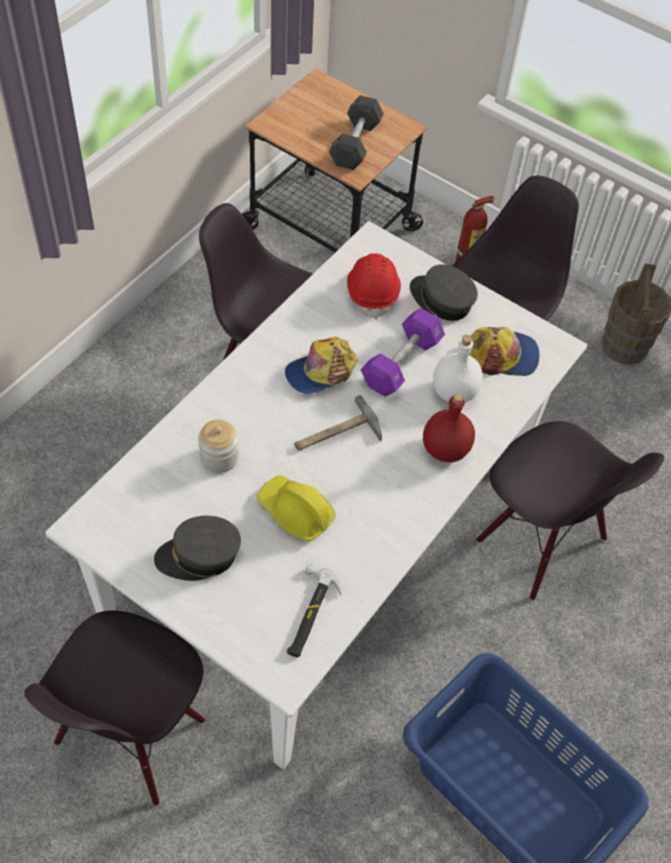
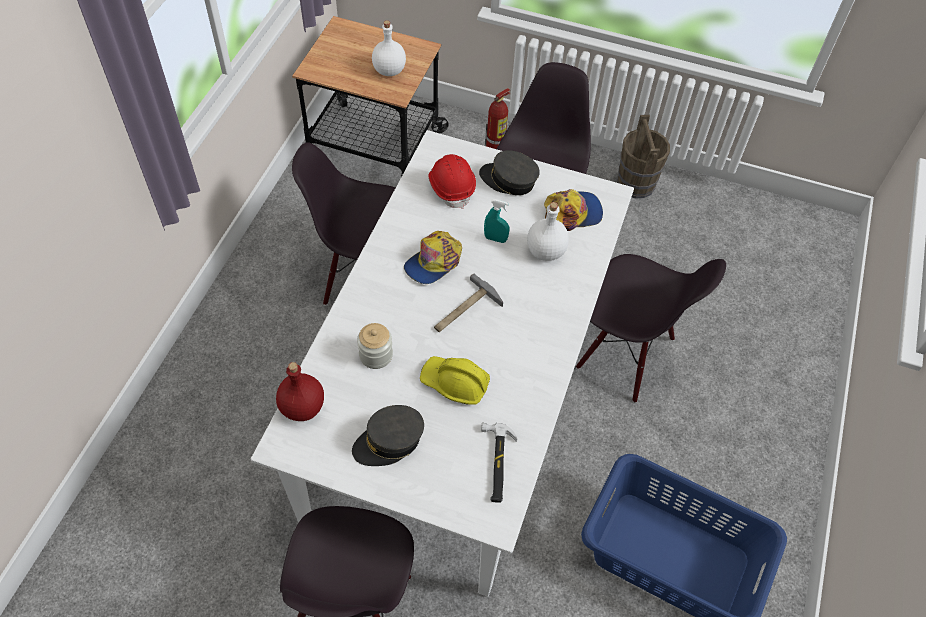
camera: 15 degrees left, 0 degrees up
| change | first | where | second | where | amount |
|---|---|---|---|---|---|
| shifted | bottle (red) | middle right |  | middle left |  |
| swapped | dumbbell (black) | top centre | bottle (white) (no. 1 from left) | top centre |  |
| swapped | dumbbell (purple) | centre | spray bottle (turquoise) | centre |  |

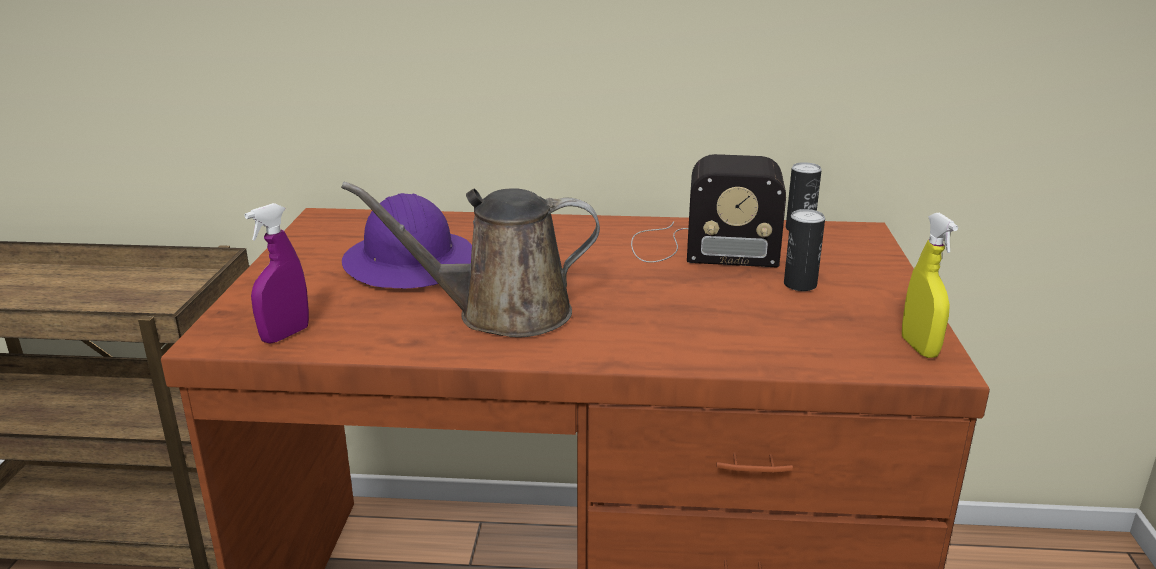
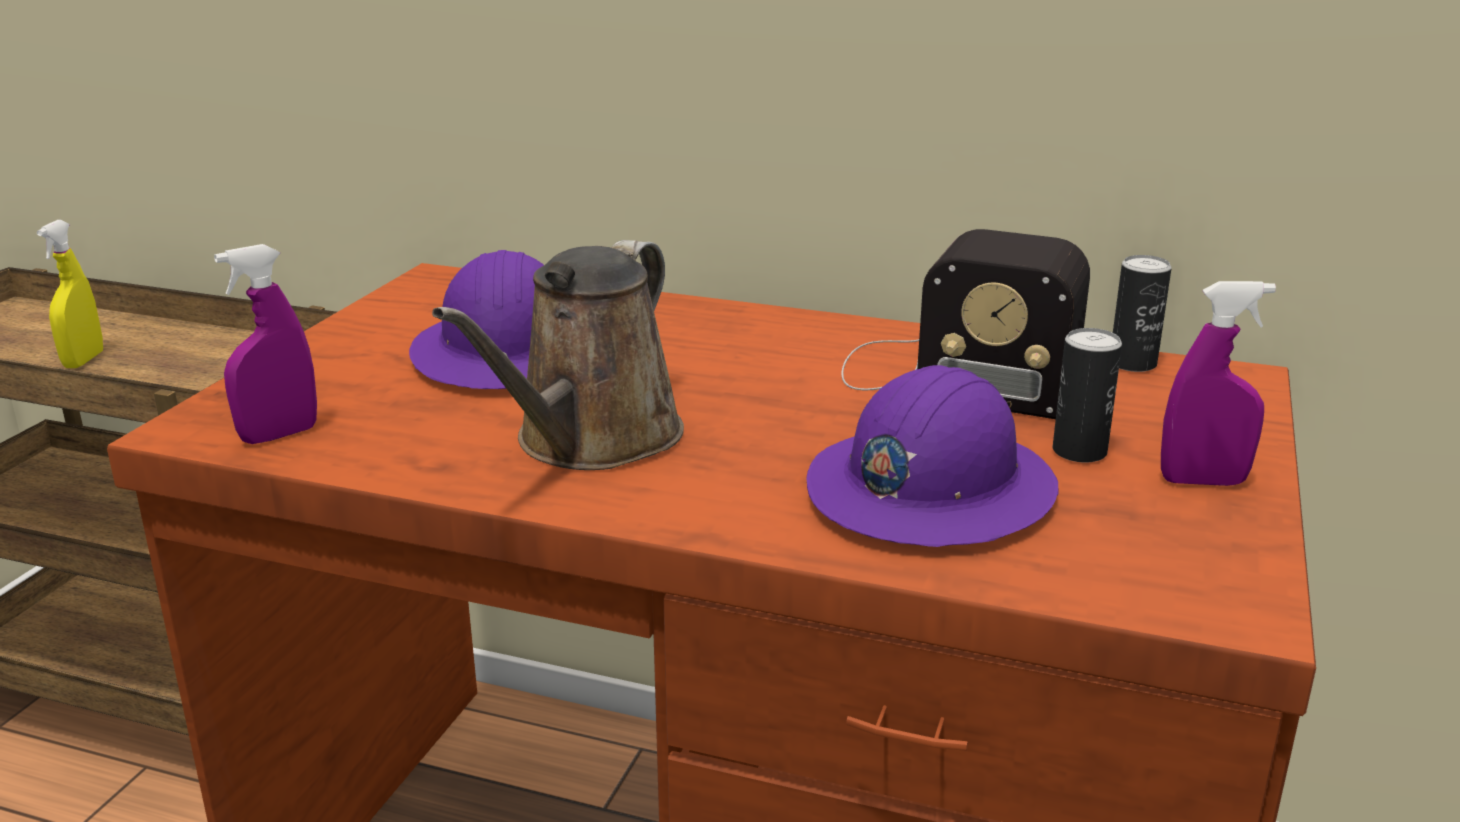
camera: 15 degrees right, 0 degrees up
| change | first | where | second | where | amount |
|---|---|---|---|---|---|
| shifted | spray bottle (yellow) | middle right |  | middle left |  |
| rotated | watering can (brown) | centre |  | centre | 75 degrees counterclockwise |
| new |  |  | hard hat (purple) (no. 2 from left) | centre |  |
| new |  |  | spray bottle (purple) (no. 2 from left) | middle right |  |

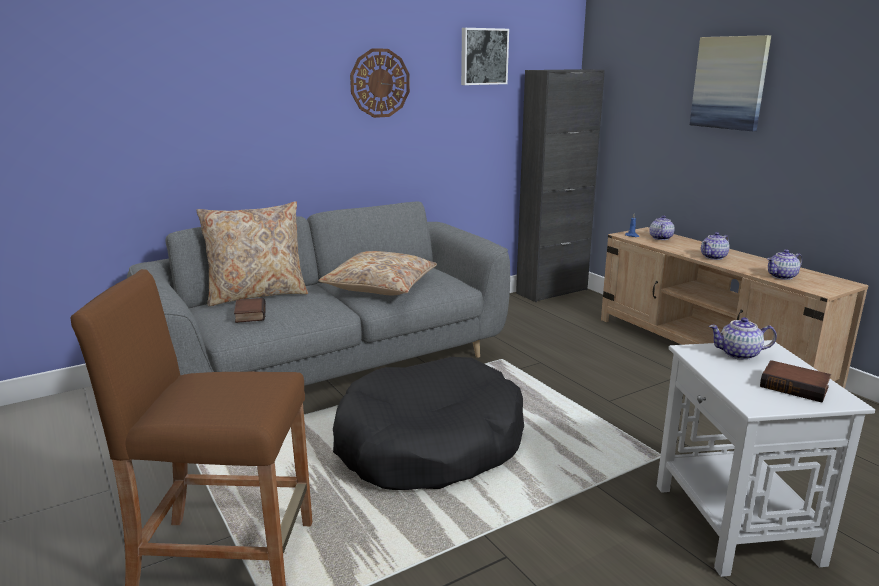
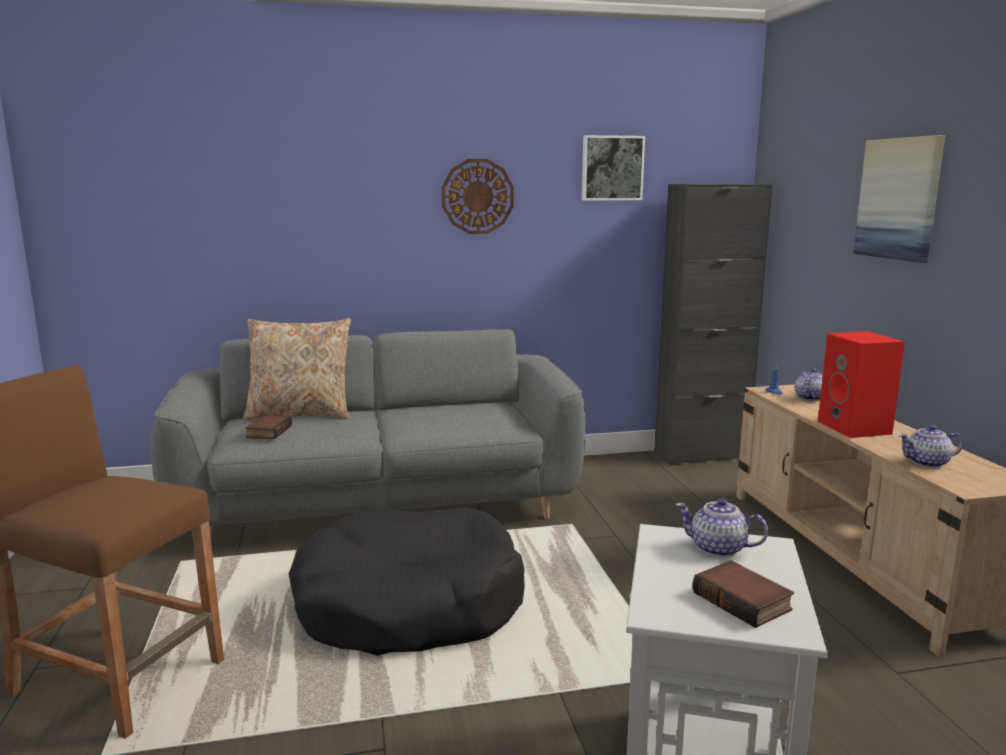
camera: 20 degrees right, 5 degrees down
| change | first | where | second | where | amount |
|---|---|---|---|---|---|
| swapped | teapot (no. 2 from left) | middle right | speaker (red) | middle right |  |
| gone | pillow (beige) (no. 2 from left) | centre |  |  |  |

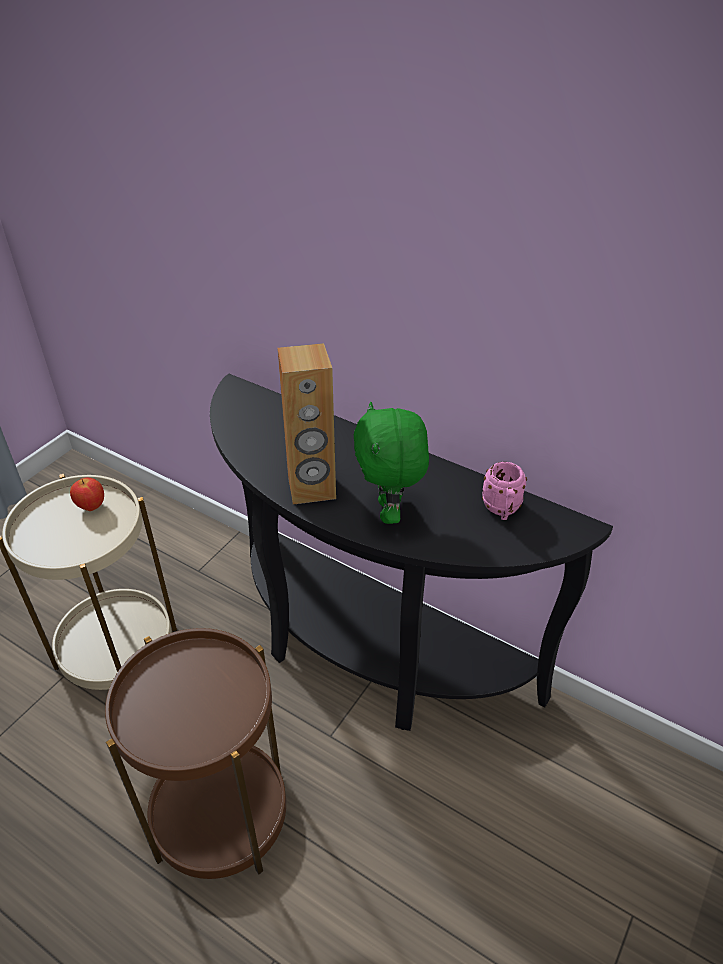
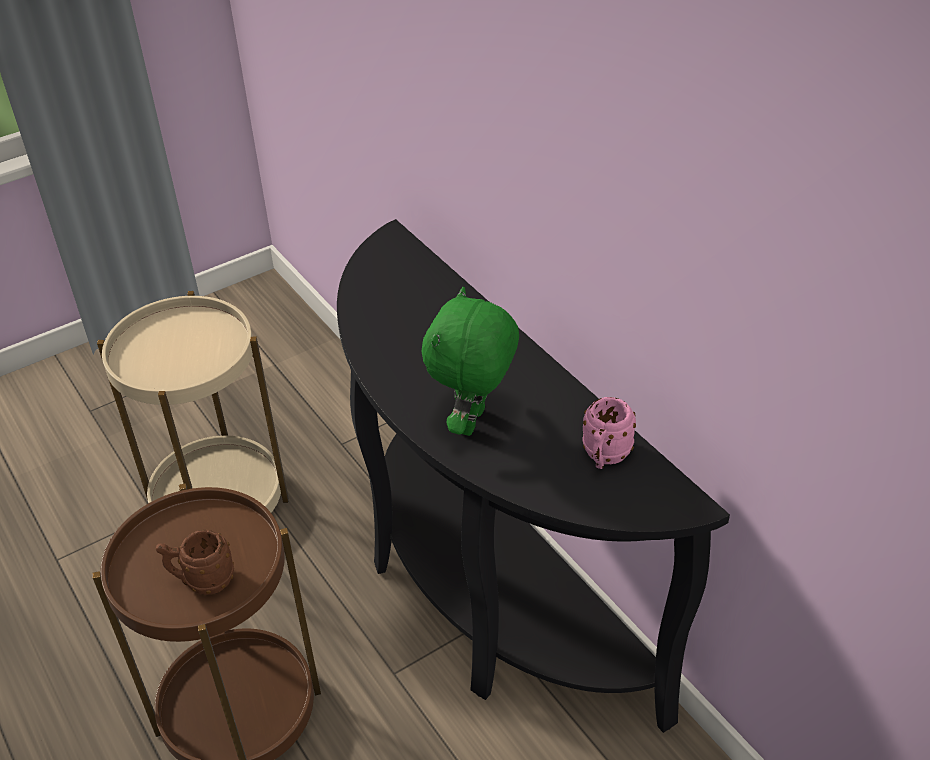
camera: 25 degrees right, 0 degrees up
| change | first | where | second | where | amount |
|---|---|---|---|---|---|
| new |  |  | mug (brown) | bottom left |  |
| gone | apple | middle left |  |  |  |
| gone | speaker (brown) | centre |  |  |  |

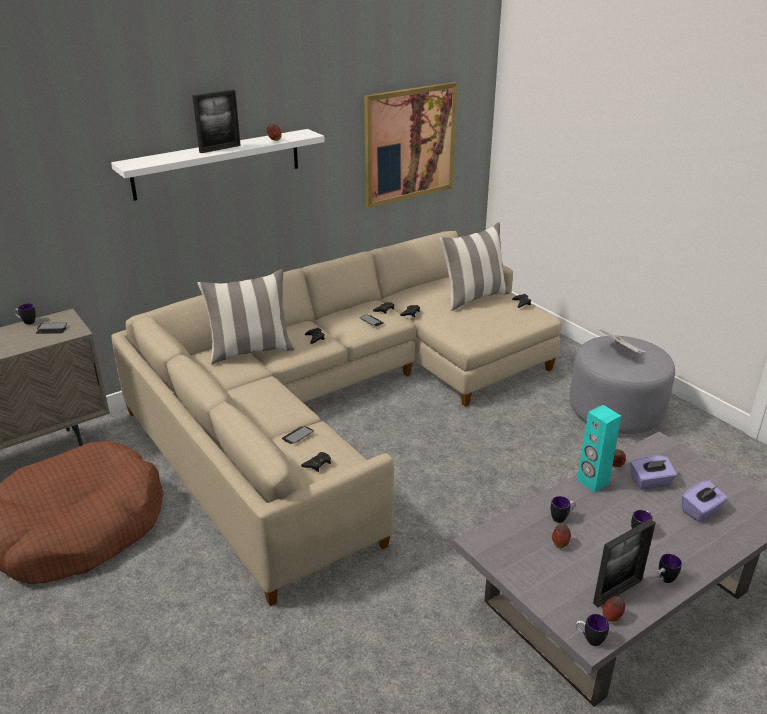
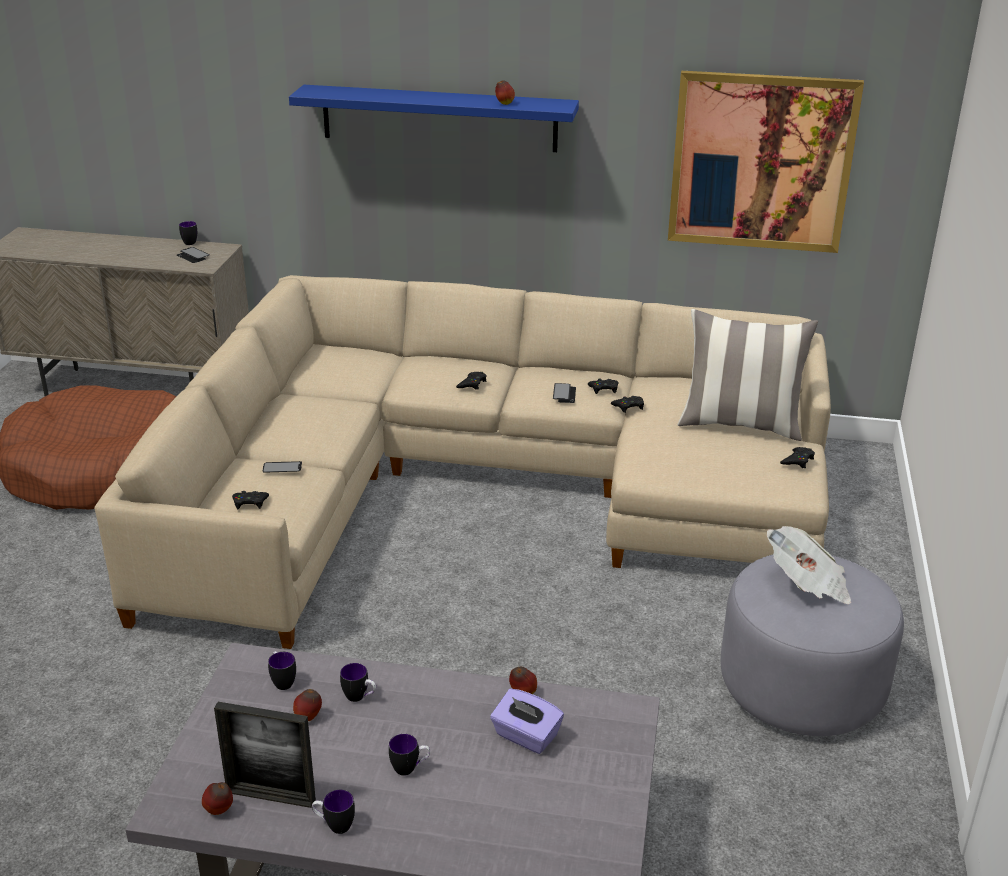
camera: 45 degrees right, 0 degrees up
| change | first | where | second | where | amount |
|---|---|---|---|---|---|
| shifted | mug (no. 3 from left in the first image) | bottom right | mug (no. 2 from left) | bottom left |  |
| repainted | shelf (white) | top left | shelf (blue) | top centre |  |
| gone | picture frame (no. 1 from left) | top left |  |  |  |
| gone | pillow (no. 1 from left) | middle left |  |  |  |
| gone | speaker (turquoise) | middle right |  |  |  |
| gone | tissue box (purple) (no. 2 from left) | bottom right |  |  |  |

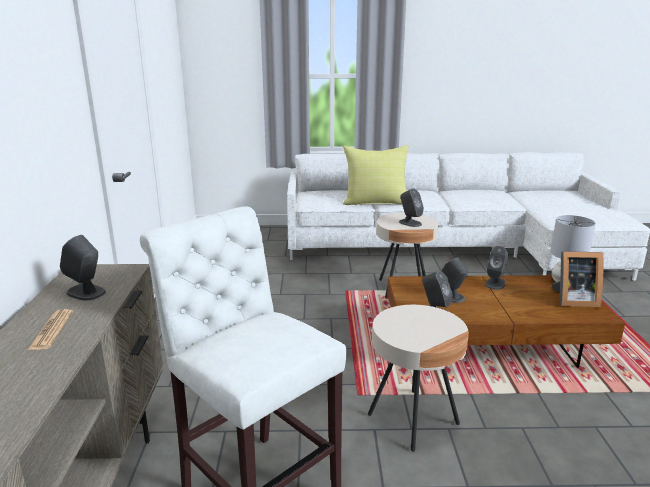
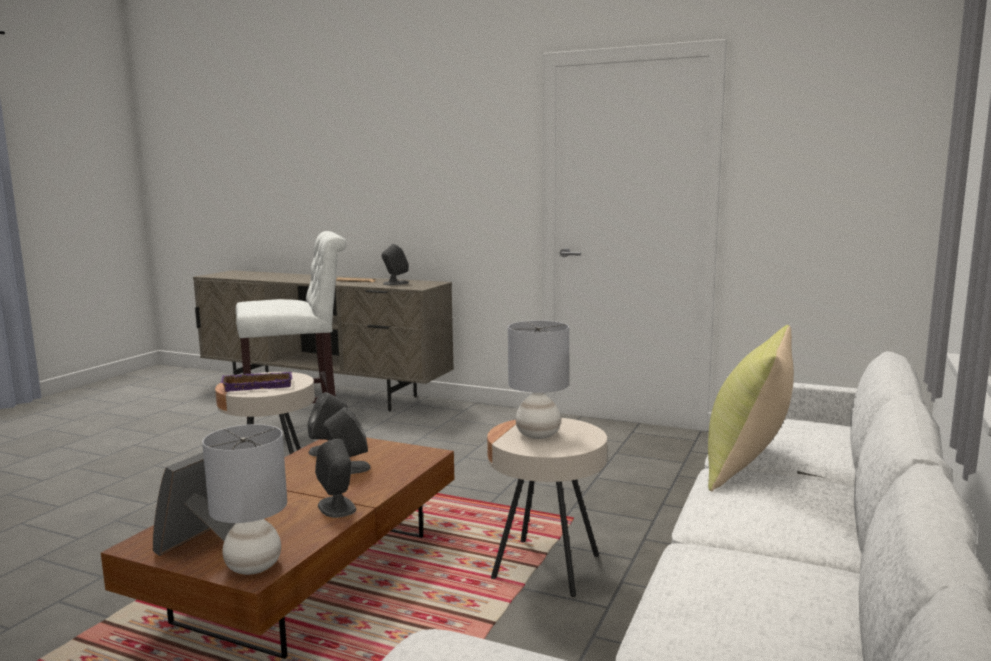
camera: 115 degrees right, 10 degrees down
| change | first | where | second | where | amount |
|---|---|---|---|---|---|
| new |  |  | tray (purple) | middle left |  |
| swapped | speaker (grey) (no. 2 from left) | centre | table lamp (grey) (no. 2 from left) | centre |  |

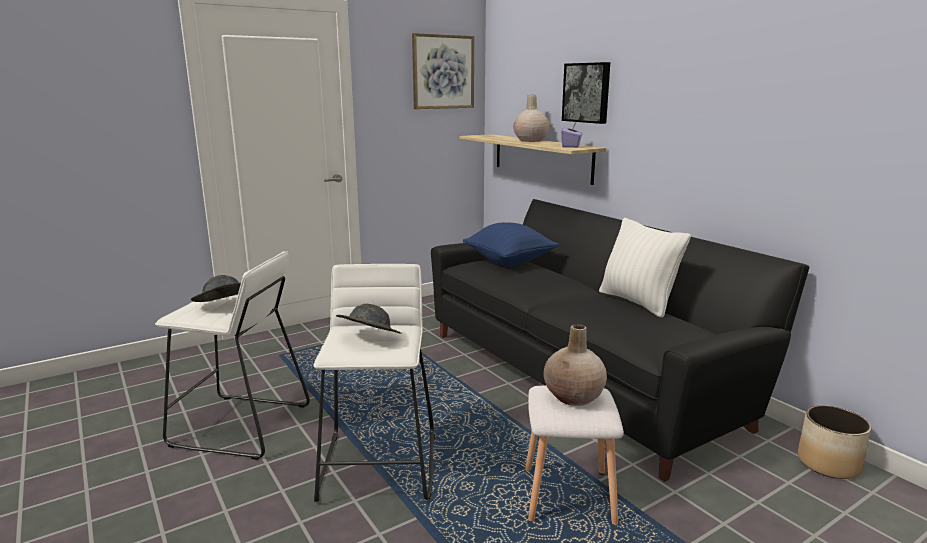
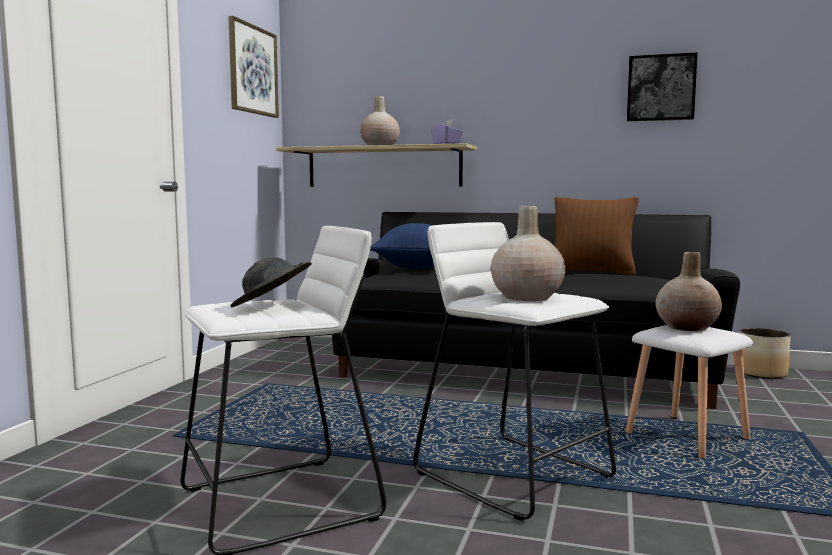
camera: 40 degrees left, 10 degrees down
| change | first | where | second | where | amount |
|---|---|---|---|---|---|
| swapped | hat (grey) (no. 2 from left) | centre | vase (beige) (no. 2 from left) | centre |  |
| repainted | pillow (white) | middle right | pillow (brown) | middle right |  |
| shifted | picture (no. 2 from left) | top centre |  | top right |  |

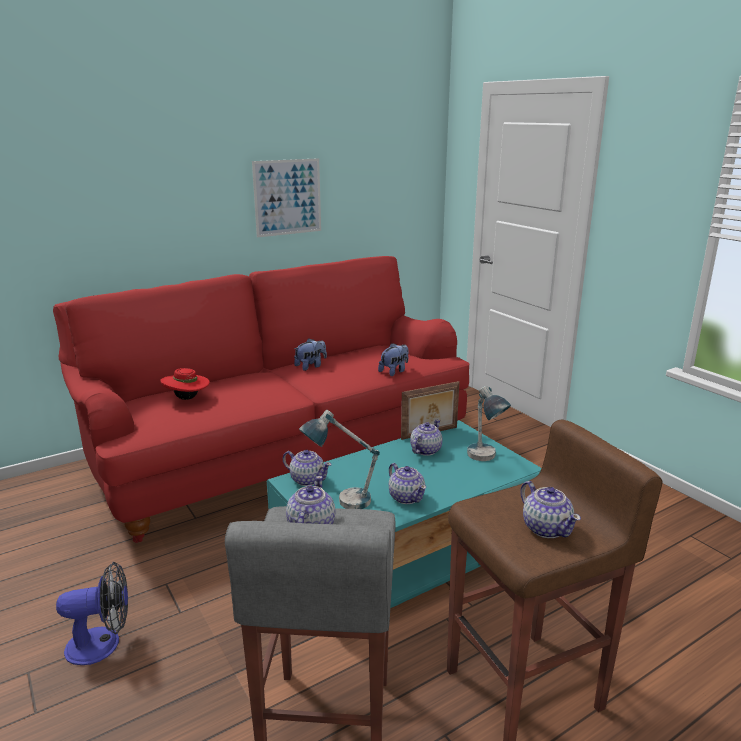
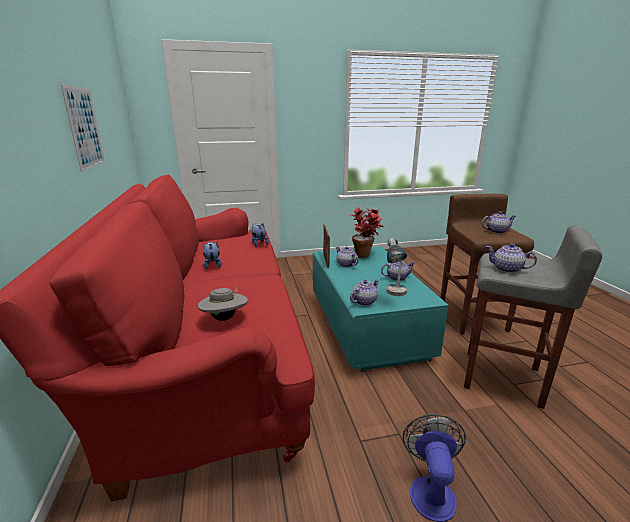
camera: 70 degrees left, 0 degrees up
| change | first | where | second | where | amount |
|---|---|---|---|---|---|
| repainted | hat (red) | middle left | hat (grey) | centre |  |
| swapped | table lamp (no. 2 from left) | centre | potted plant | centre |  |

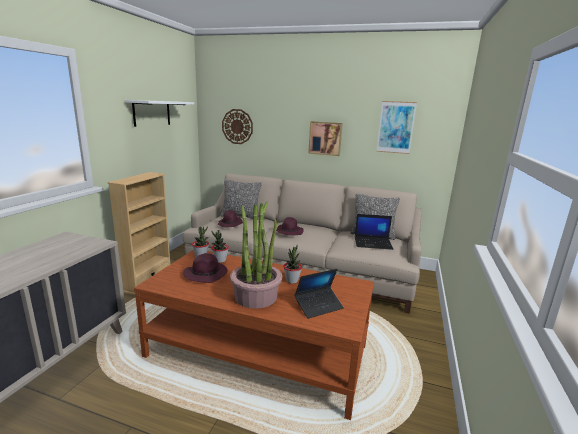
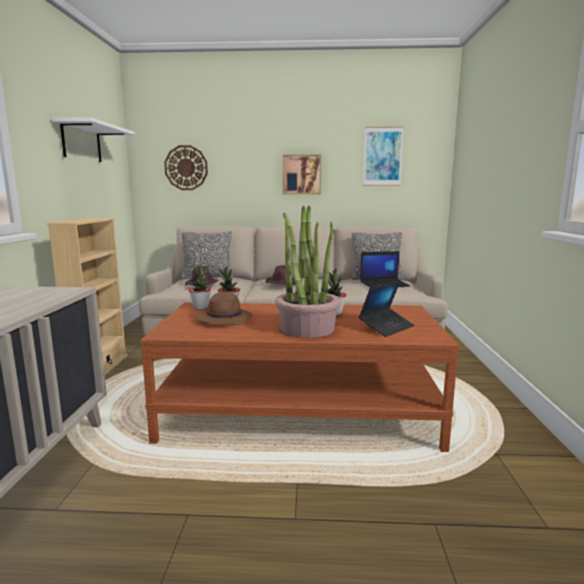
camera: 15 degrees left, 5 degrees down
| change | first | where | second | where | amount |
|---|---|---|---|---|---|
| repainted | hat (purple) (no. 1 from left) | centre | hat (brown) | centre |  |

